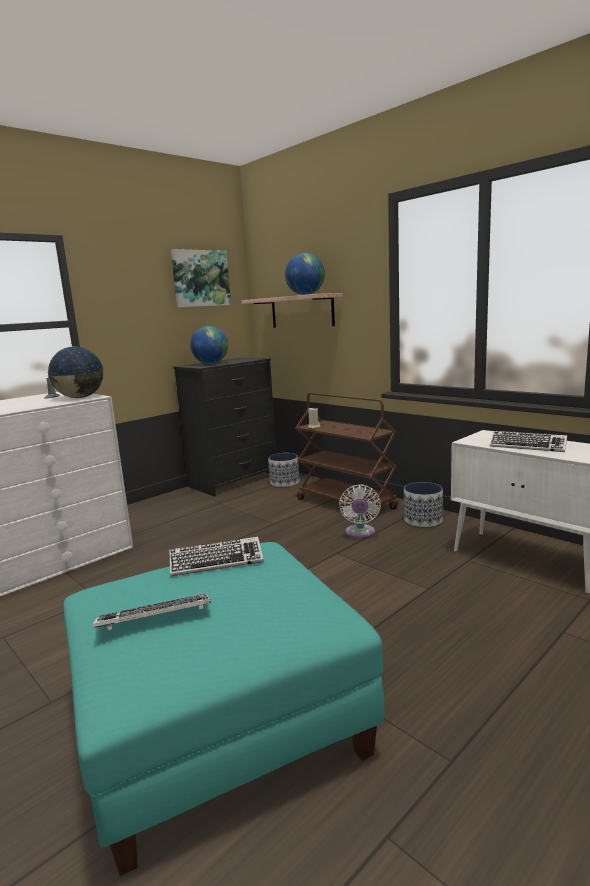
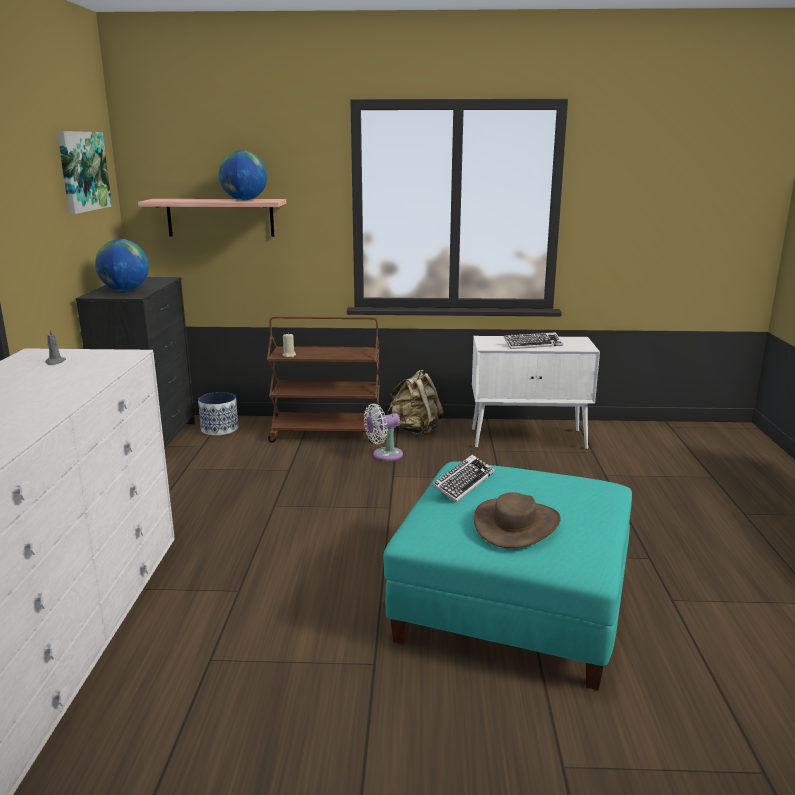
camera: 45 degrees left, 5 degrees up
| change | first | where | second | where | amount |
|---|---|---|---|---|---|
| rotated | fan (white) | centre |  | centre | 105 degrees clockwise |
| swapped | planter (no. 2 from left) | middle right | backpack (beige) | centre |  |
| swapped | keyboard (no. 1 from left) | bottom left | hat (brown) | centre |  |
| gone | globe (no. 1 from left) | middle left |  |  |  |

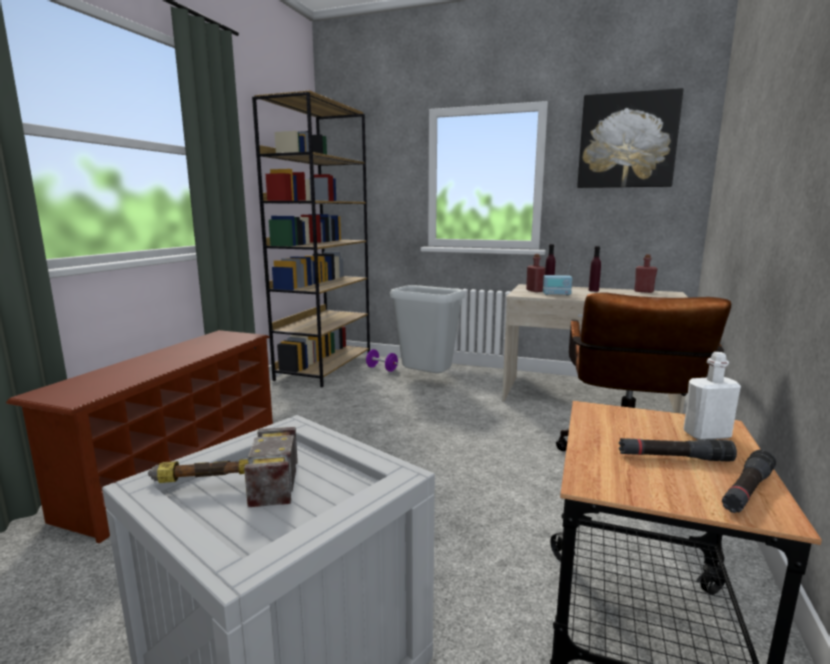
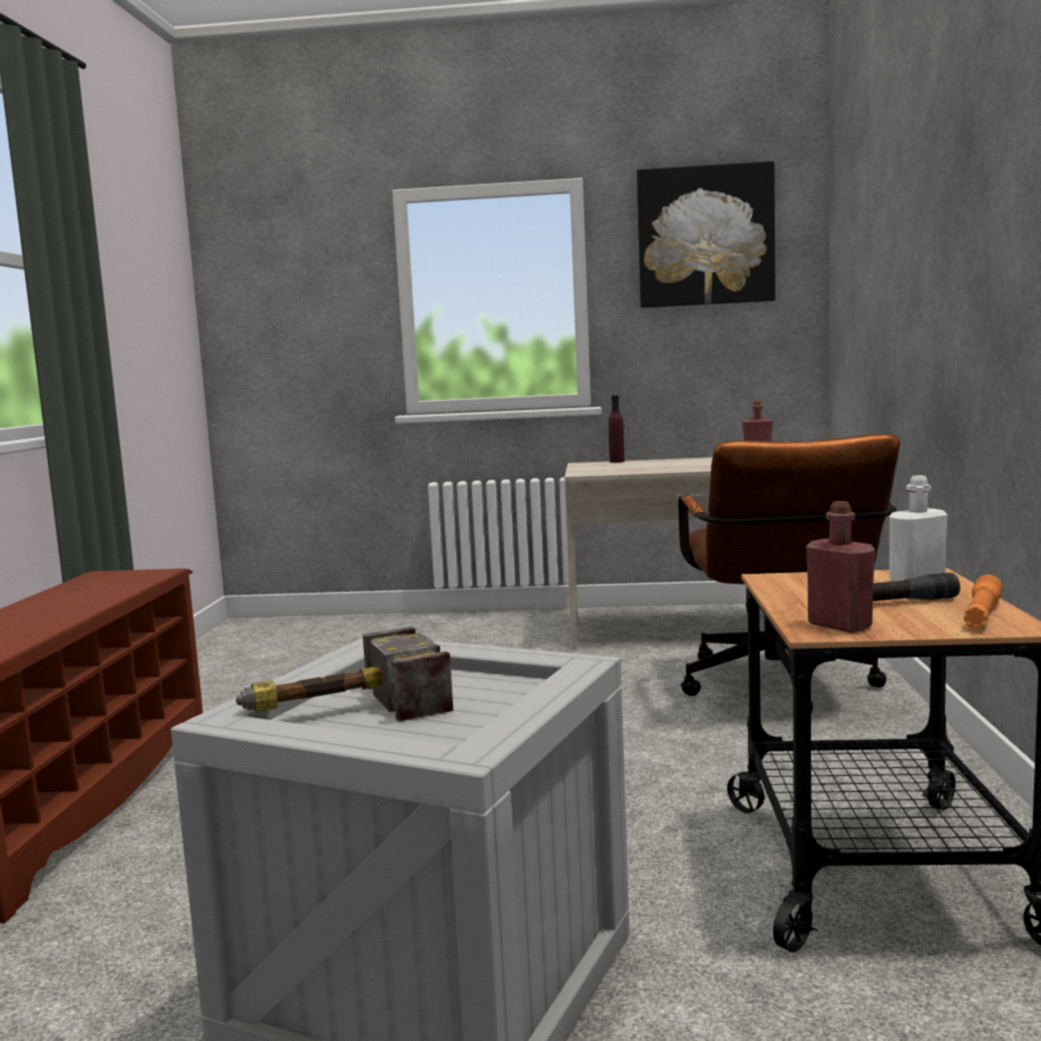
camera: 15 degrees left, 5 degrees down
| change | first | where | second | where | amount |
|---|---|---|---|---|---|
| shifted | bottle (red) (no. 1 from left in the first image) | centre | bottle (red) (no. 2 from left) | middle right |  |
| repainted | flashlight (black) (no. 2 from left) | bottom right | flashlight (orange) | middle right |  |
| gone | bookcase (brown) | centre |  |  |  |
| gone | dumbbell (purple) | centre |  |  |  |
| gone | trash can (grey) | centre |  |  |  |
| gone | radio | middle right |  |  |  |
| gone | bottle (purple) (no. 2 from left) | middle right |  |  |  |

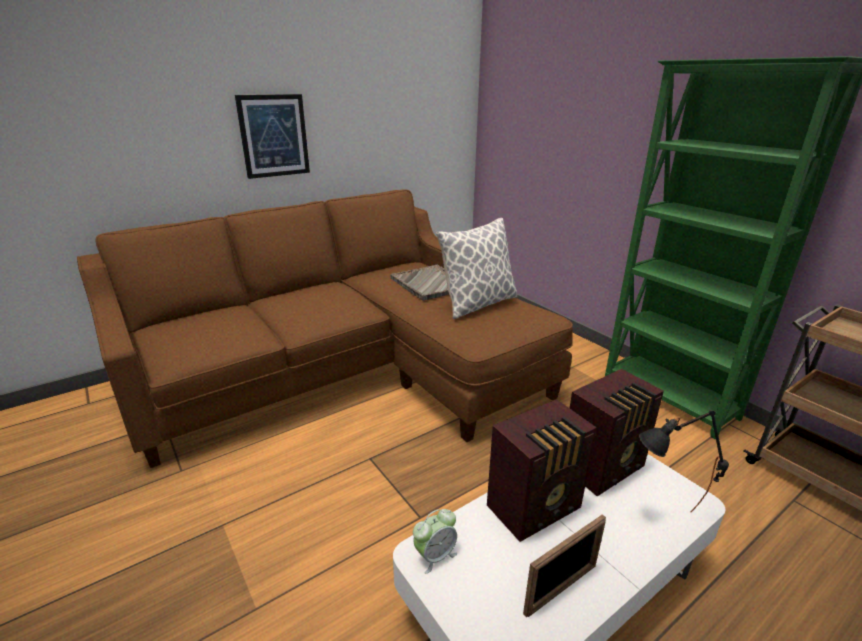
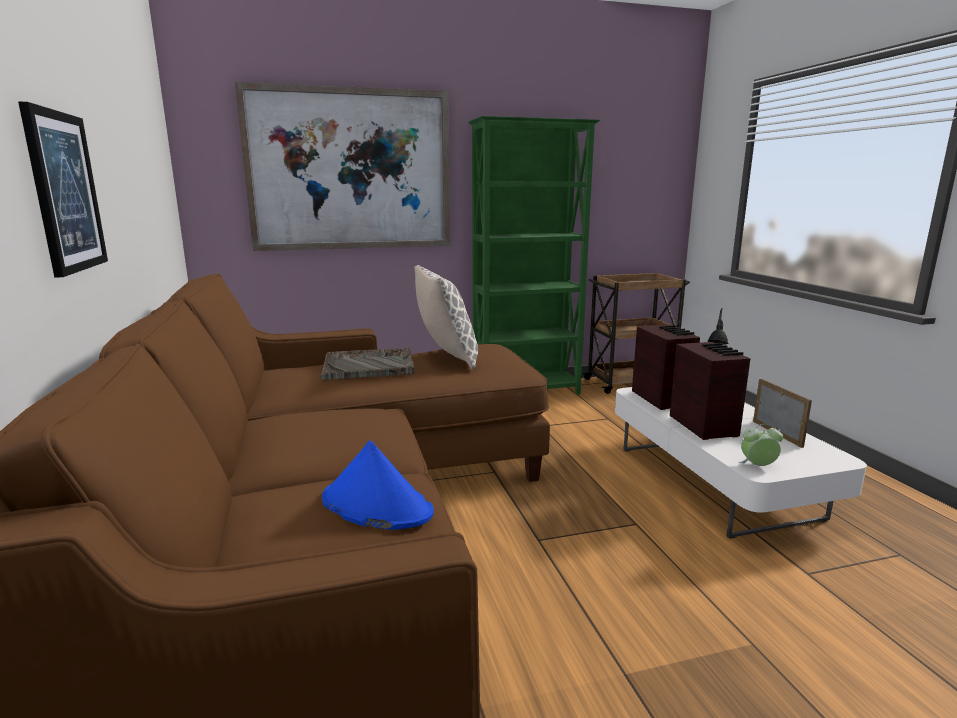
camera: 70 degrees left, 10 degrees down
| change | first | where | second | where | amount |
|---|---|---|---|---|---|
| new |  |  | picture (no. 2 from left) | top centre |  |
| new |  |  | hat (blue) | bottom centre |  |
| rotated | alarm clock | bottom centre |  | middle right | 75 degrees counterclockwise |

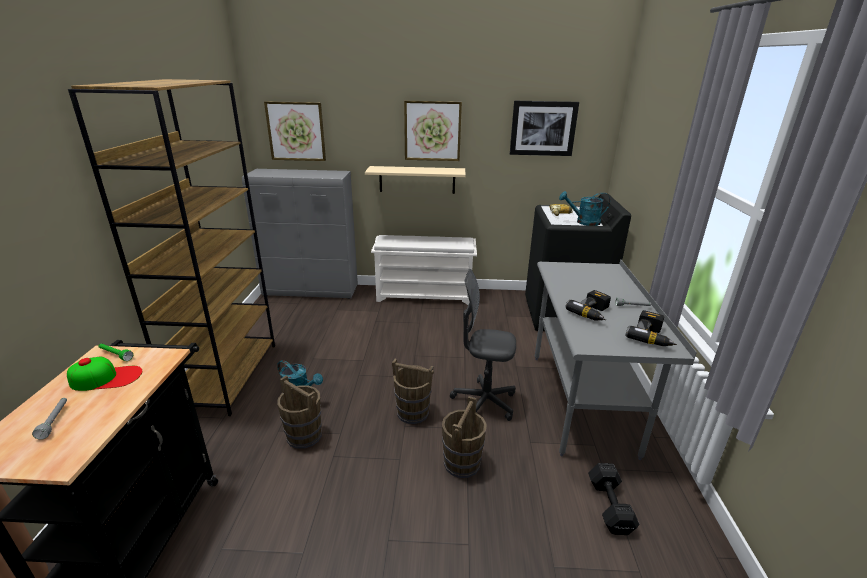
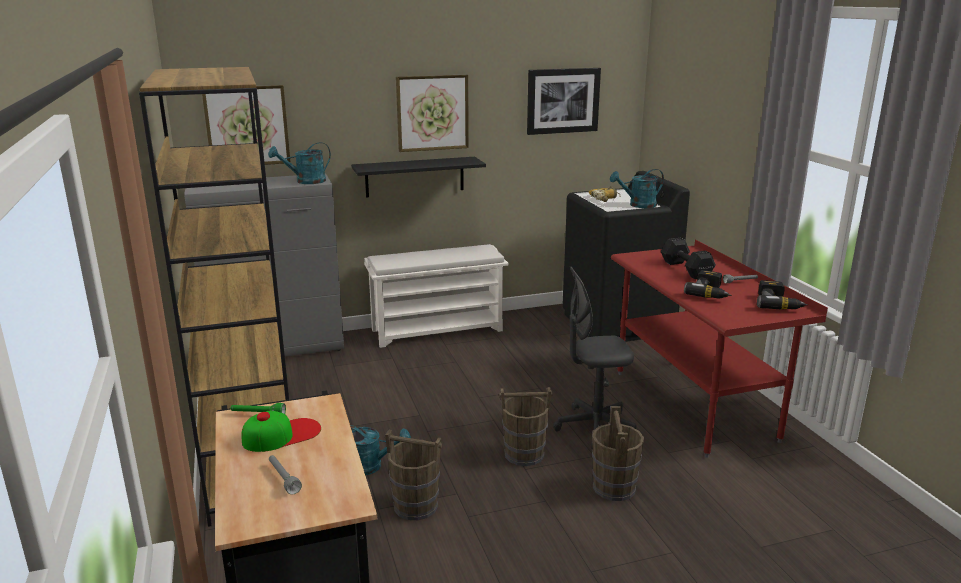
camera: 20 degrees left, 5 degrees down
| change | first | where | second | where | amount |
|---|---|---|---|---|---|
| new |  |  | watering can (turquoise) (no. 1 from left) | top left |  |
| repainted | shelf (beige) | top centre | shelf (black) | top centre |  |
| repainted | desk (grey) | middle right | desk (red) | middle right |  |
| shifted | dumbbell (black) | bottom right |  | middle right |  |

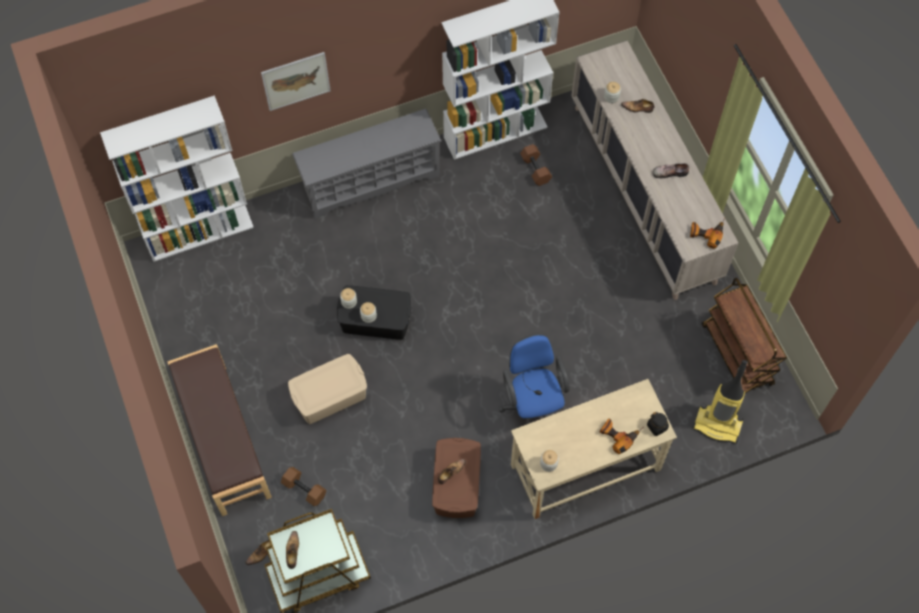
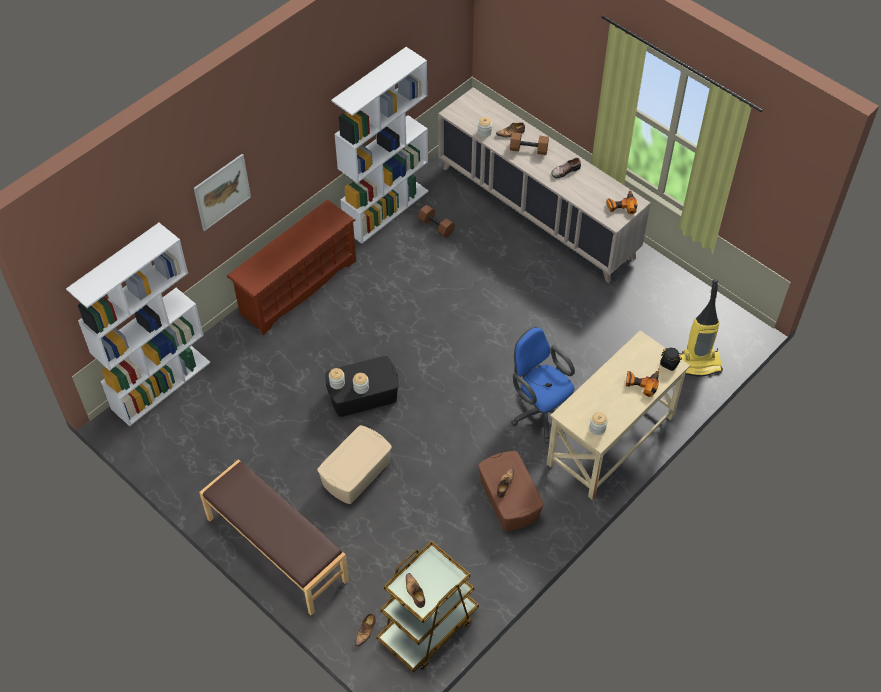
camera: 25 degrees left, 10 degrees down
| change | first | where | second | where | amount |
|---|---|---|---|---|---|
| repainted | shoe rack (grey) | top centre | shoe rack (brown) | middle left |  |
| shifted | dumbbell (brown) (no. 1 from left in the first image) | bottom left | dumbbell (brown) (no. 2 from left) | top centre |  |
| gone | cart (brown) (no. 2 from left) | middle right |  |  |  |

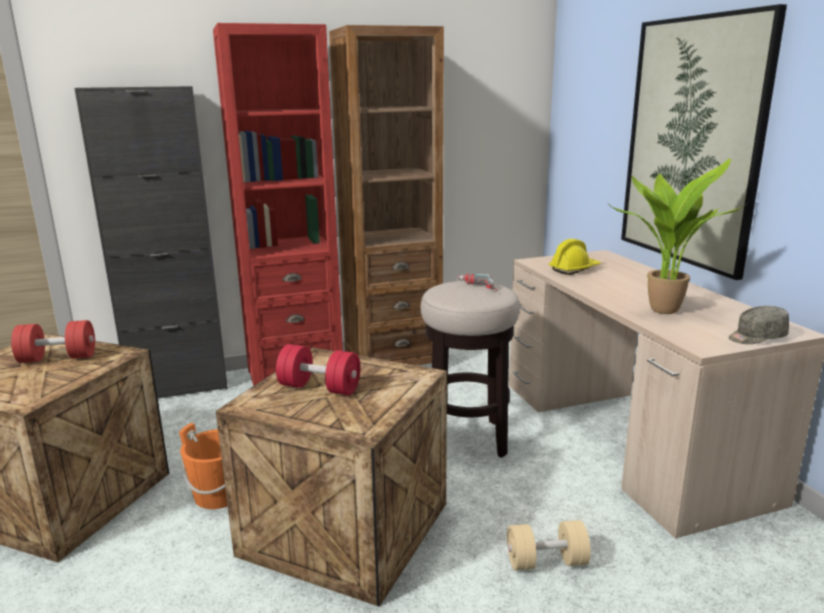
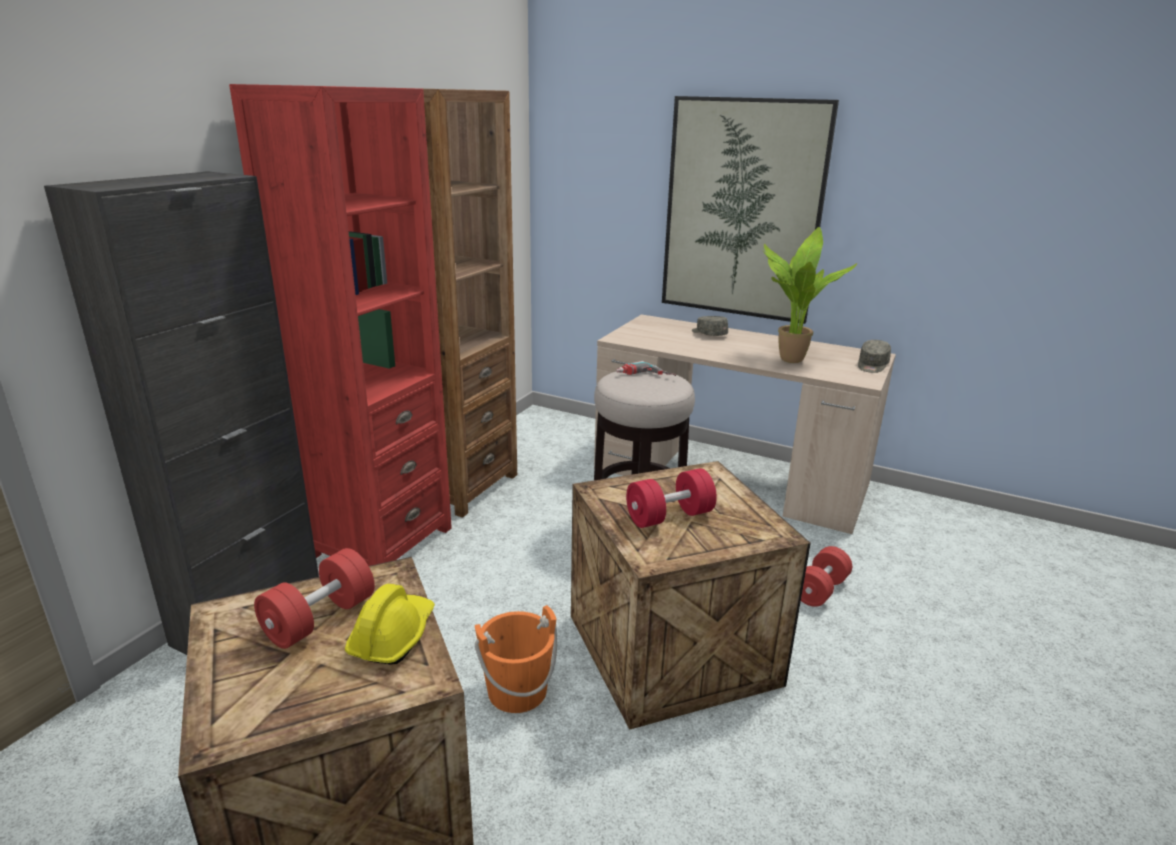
camera: 45 degrees left, 5 degrees up
| change | first | where | second | where | amount |
|---|---|---|---|---|---|
| shifted | hard hat (yellow) | middle right |  | bottom left |  |
| new |  |  | cap (grey) (no. 1 from left) | centre |  |
| repainted | dumbbell (beige) | bottom centre | dumbbell (red) (no. 3 from left) | bottom right |  |

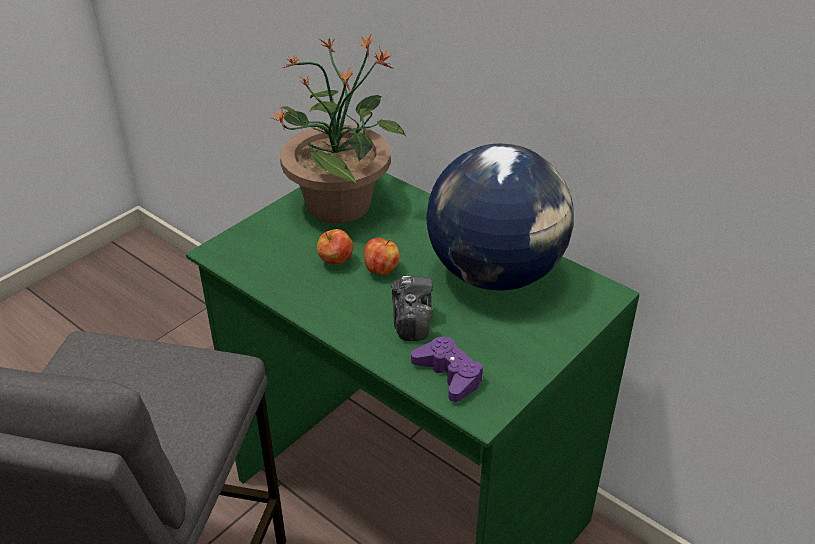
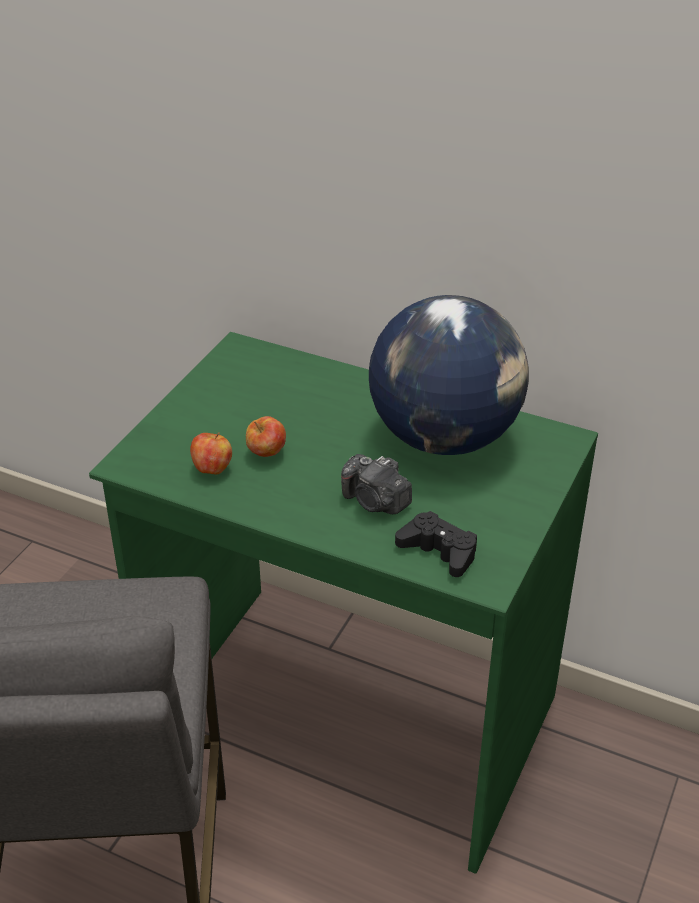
camera: 15 degrees left, 0 degrees up
| change | first | where | second | where | amount |
|---|---|---|---|---|---|
| shifted | apple (no. 2 from left in the first image) | centre | apple (no. 1 from left) | middle left |  |
| rotated | photo camera | centre |  | centre | 150 degrees clockwise |
| repainted | game controller (purple) | bottom centre | game controller (black) | centre |  |
| gone | potted plant | top centre |  |  |  |

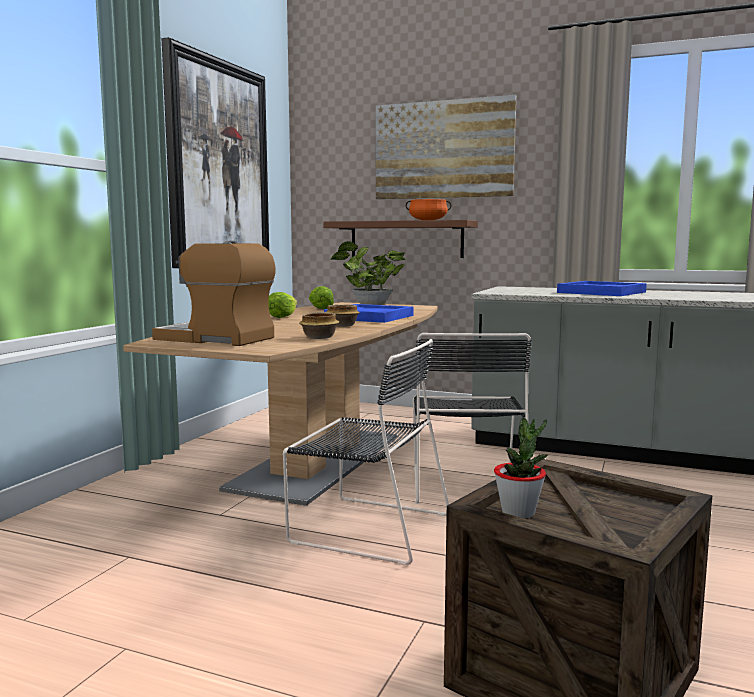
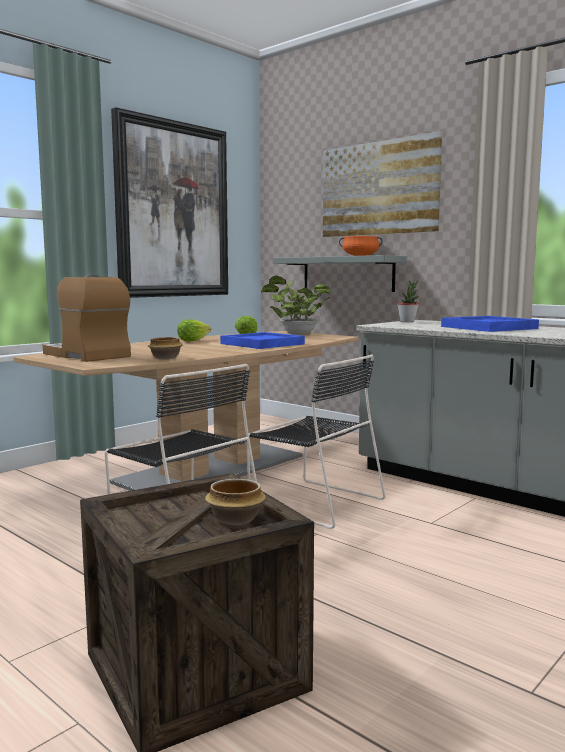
camera: 20 degrees right, 0 degrees up
| change | first | where | second | where | amount |
|---|---|---|---|---|---|
| shifted | bowl (no. 2 from left) | centre |  | bottom centre |  |
| rotated | chair (black) (no. 2 from left) | centre |  | centre | 75 degrees counterclockwise |
| repainted | shelf (brown) | centre | shelf (grey) | centre |  |
| shifted | potted plant (no. 2 from left) | bottom right |  | middle right |  |

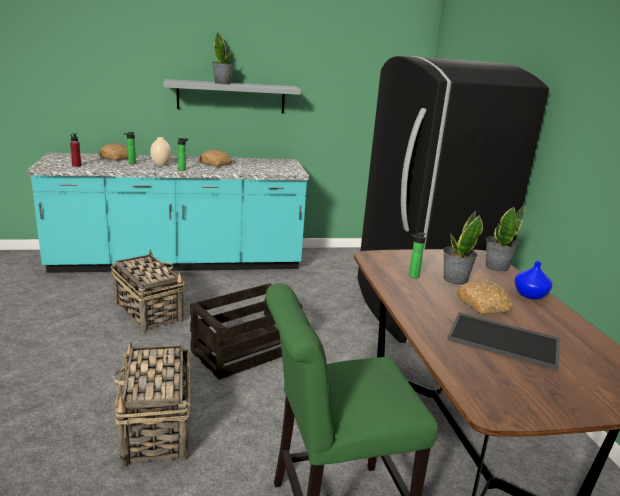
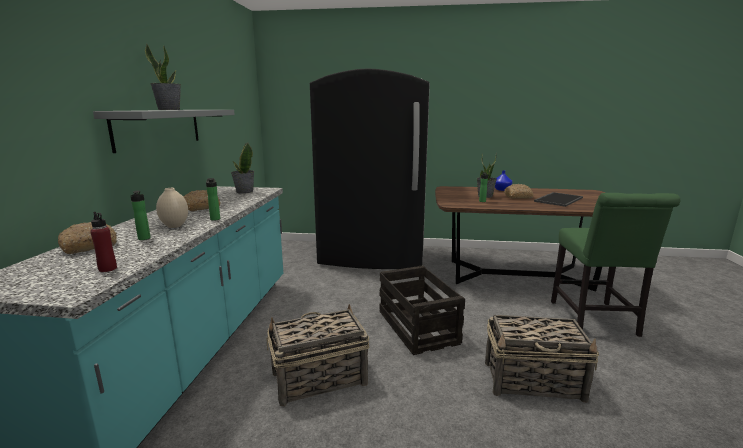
camera: 70 degrees left, 5 degrees down
| change | first | where | second | where | amount |
|---|---|---|---|---|---|
| shifted | potted plant (no. 3 from left in the first image) | middle right | potted plant (no. 2 from left) | middle left |  |

